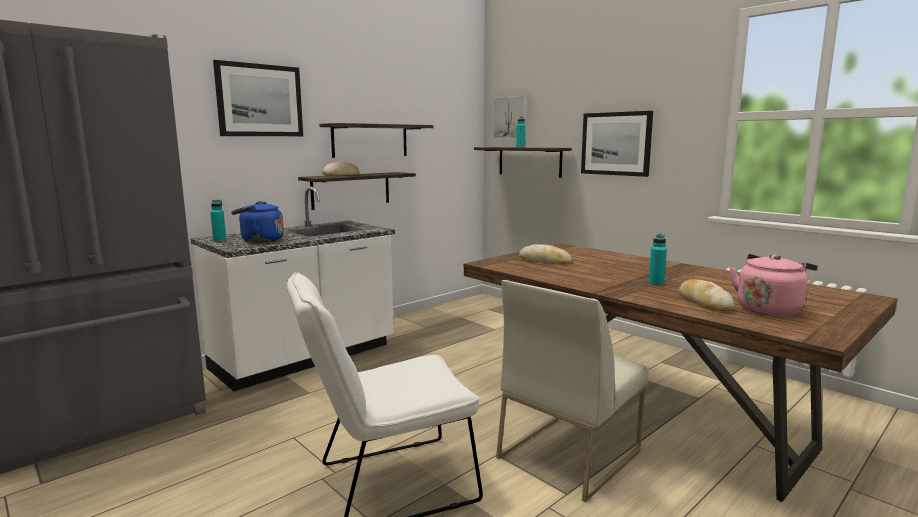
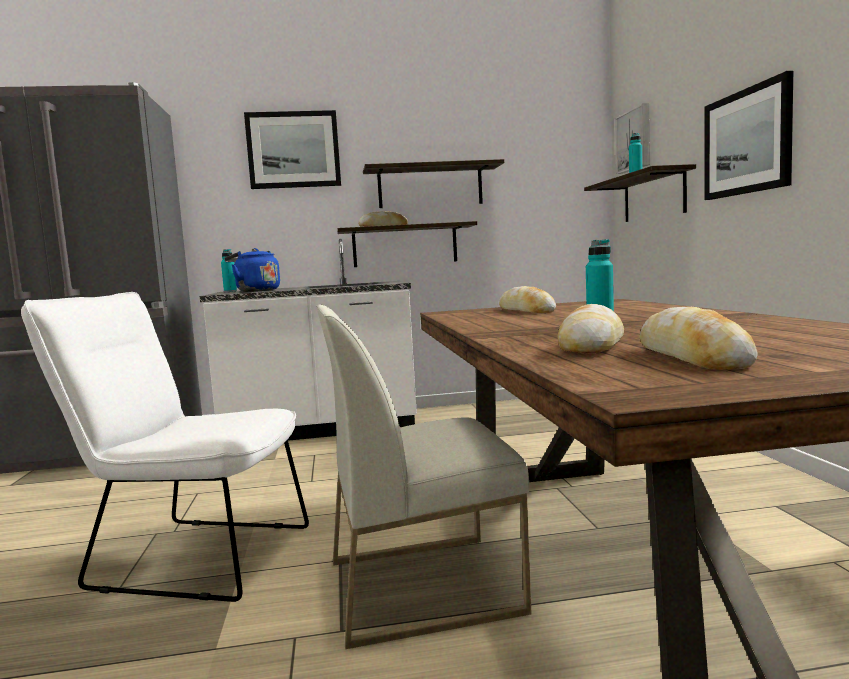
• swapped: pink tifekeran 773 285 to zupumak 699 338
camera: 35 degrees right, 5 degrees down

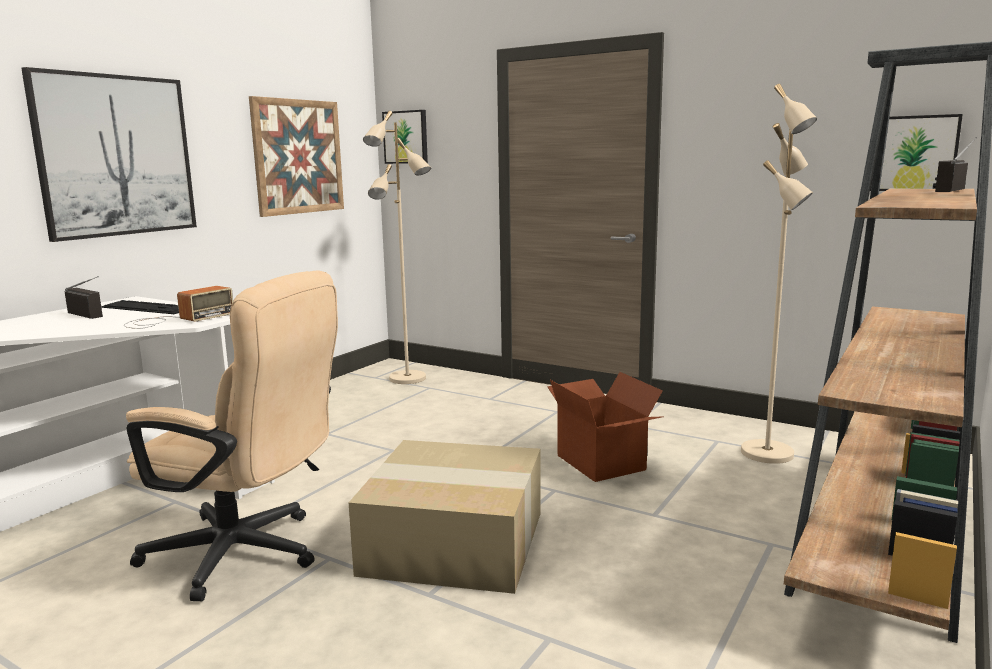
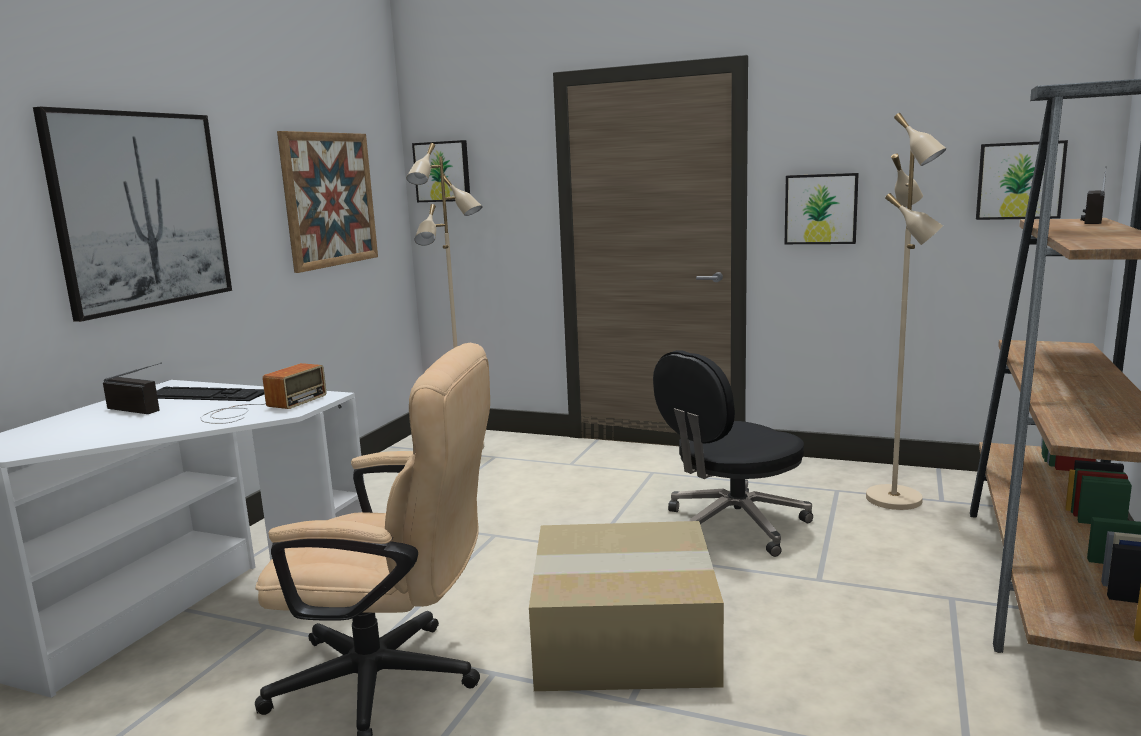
• new: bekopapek 822 208
• swapped: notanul 605 427 to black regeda 733 453
camera: 10 degrees left, 0 degrees up

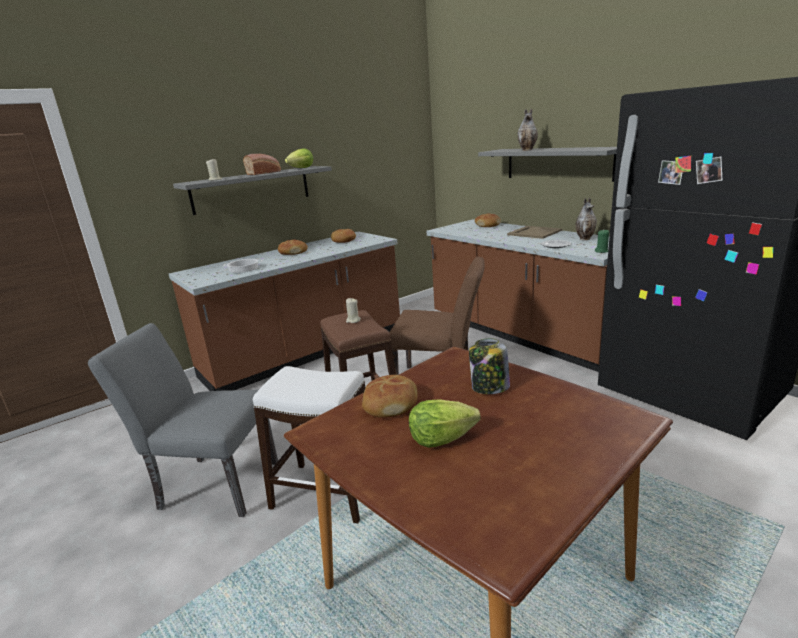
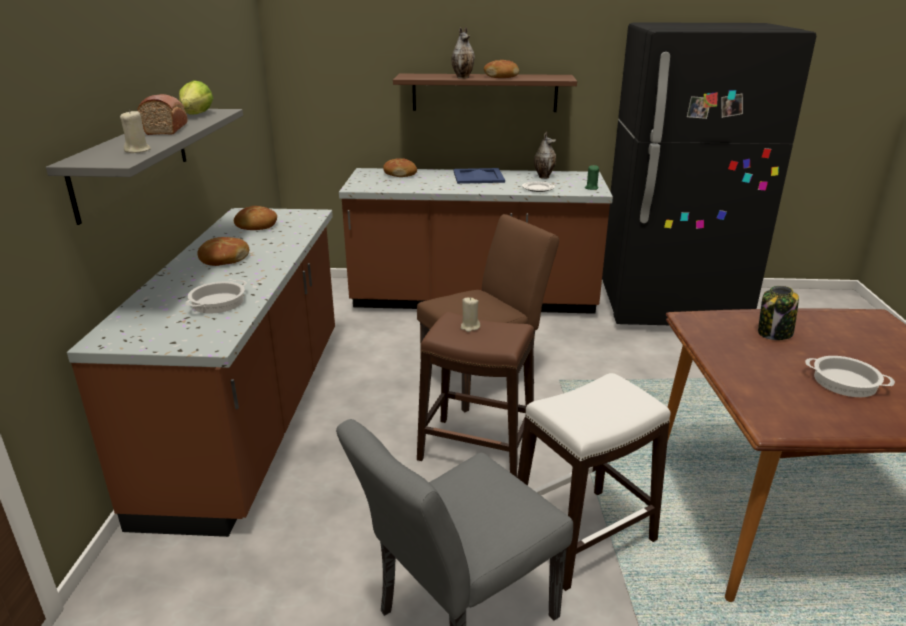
• shifted: zupumak 390 396 to 501 69
• swapped: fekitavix 445 423 to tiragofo 850 376
• repainted: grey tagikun 547 164 to brown tagikun 485 93
• repainted: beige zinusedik 534 232 to blue zinusedik 479 176
camera: 50 degrees left, 5 degrees up

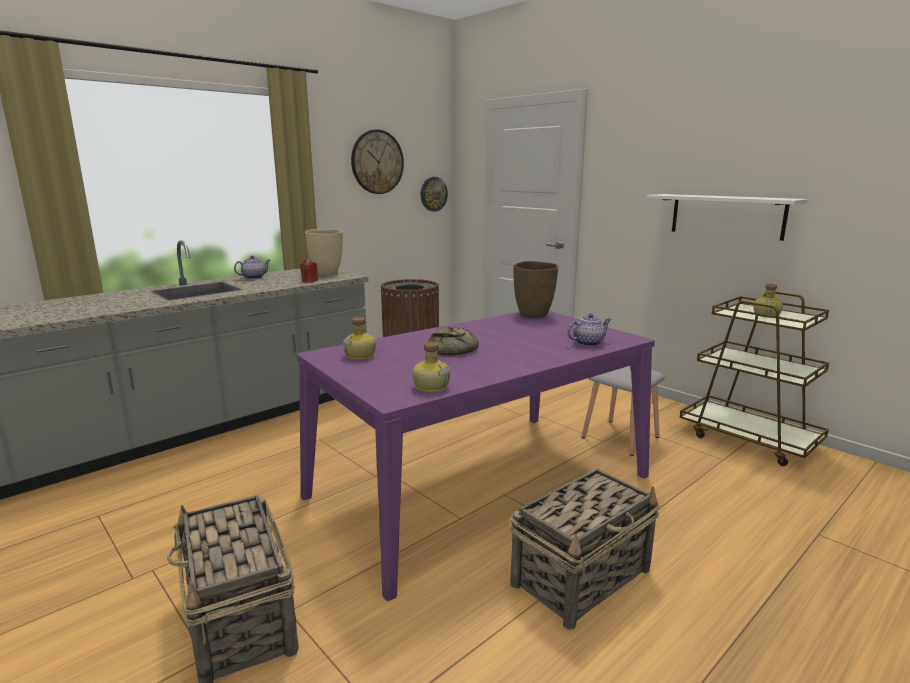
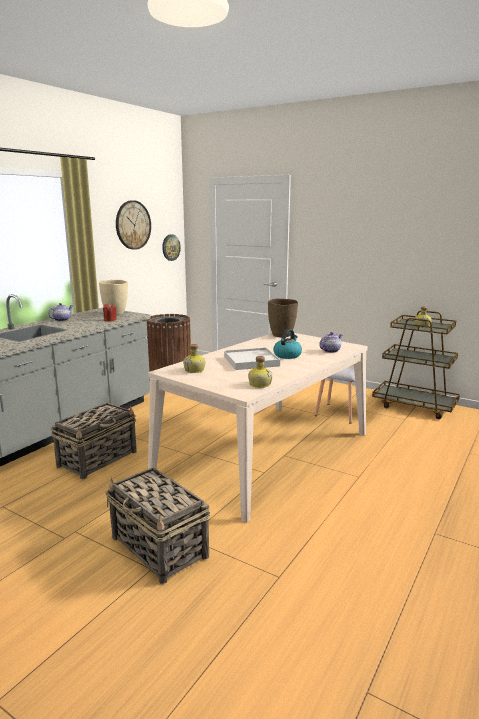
• gone: white tagikun 727 217
• new: tifekeran 287 344
• shifted: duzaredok 585 549 to 94 440
• swapped: zupumak 453 340 to white zinusedik 252 359
• repainted: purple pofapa 476 456 to beige pofapa 258 428
camera: 15 degrees left, 0 degrees up

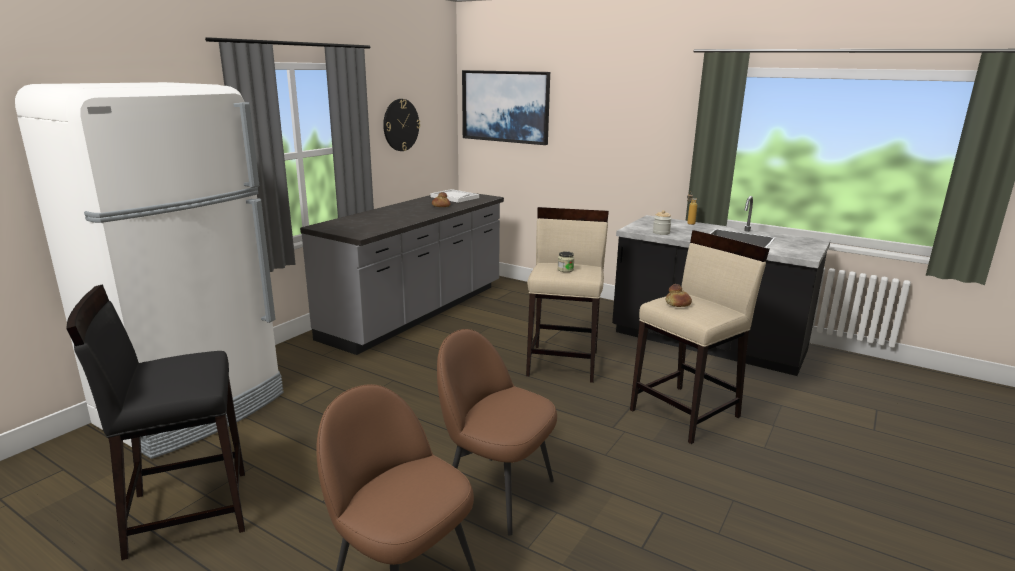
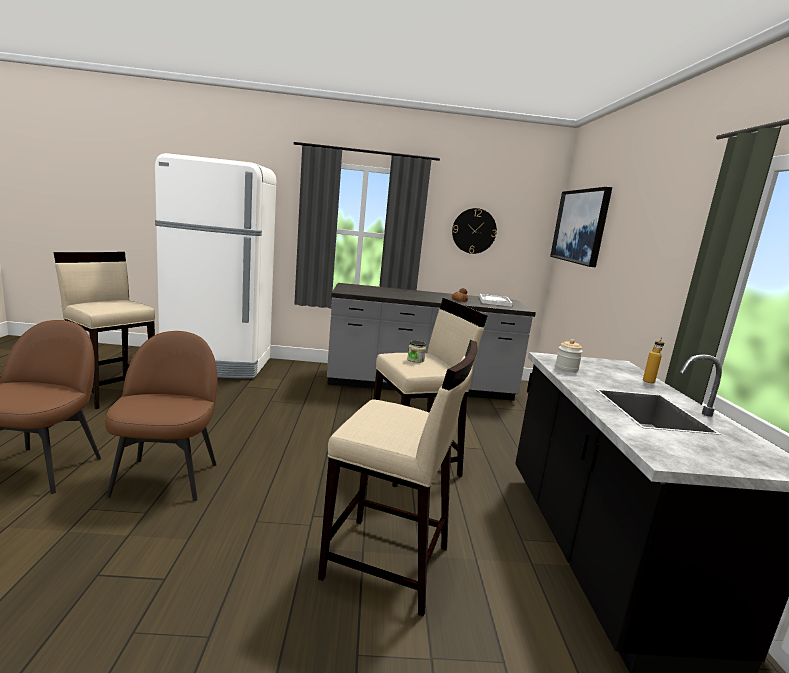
• gone: zupumak 679 295
• repainted: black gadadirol 155 422 to beige gadadirol 104 330
camera: 55 degrees right, 5 degrees down

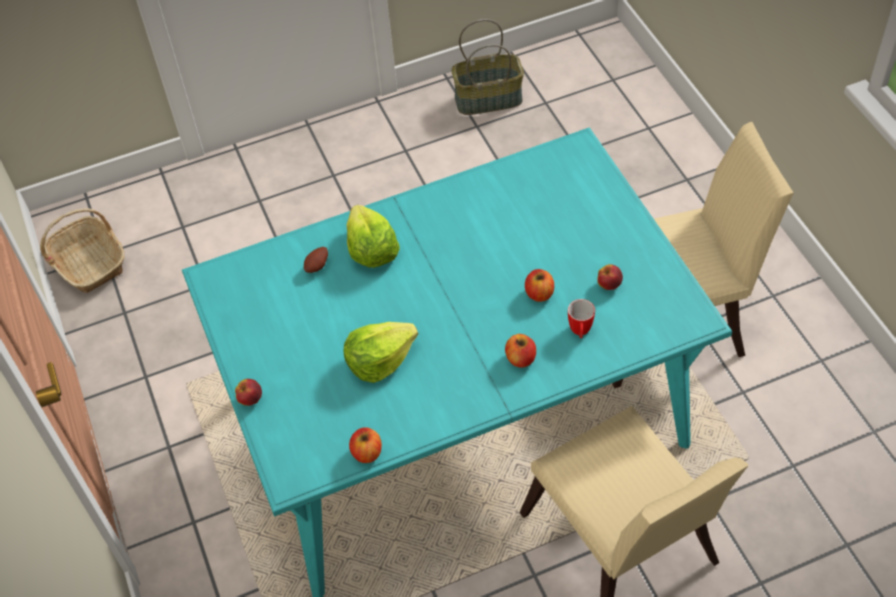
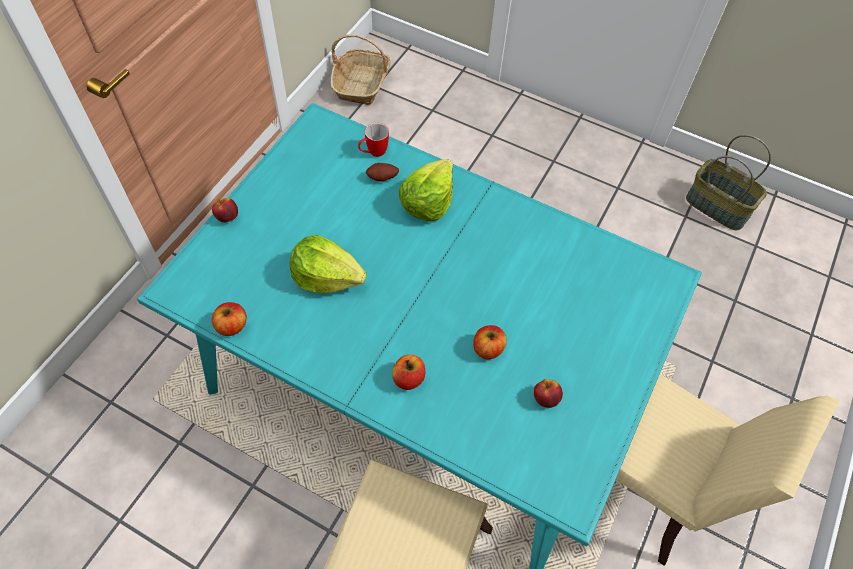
• shifted: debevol 581 318 to 373 140
camera: 45 degrees right, 5 degrees up

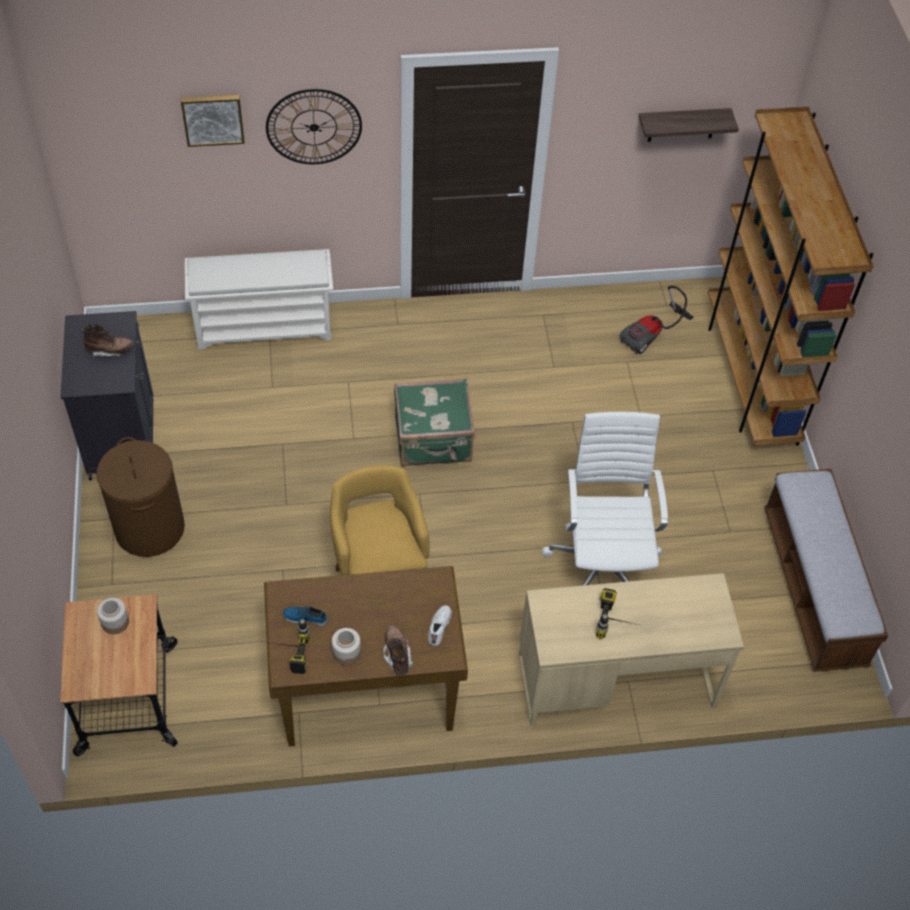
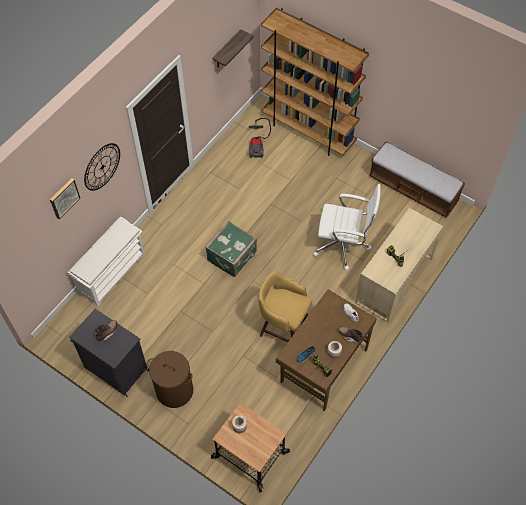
• rotated: white regeda 605 498 = 347 227 150 degrees clockwise
camera: 45 degrees left, 5 degrees up

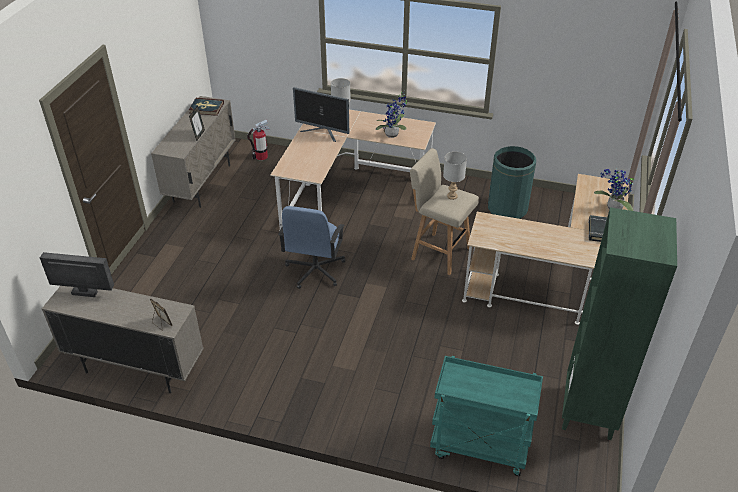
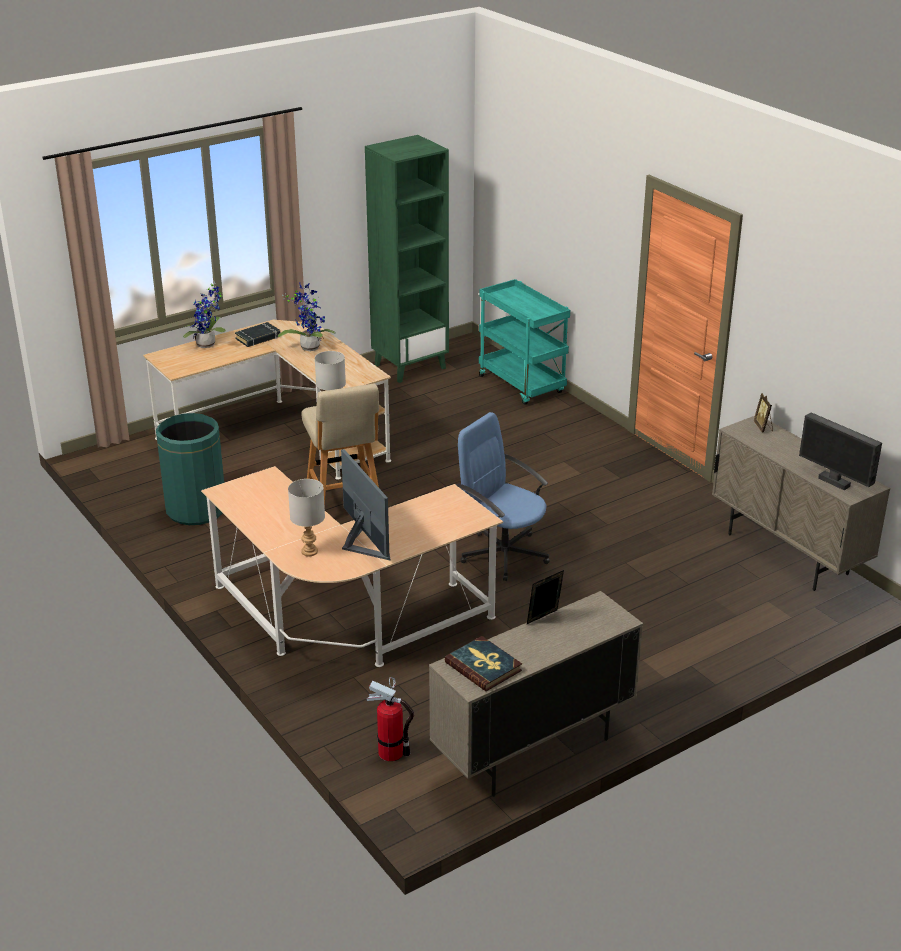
• shifted: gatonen 391 115 to 307 317
• rotated: blue regeda 311 247 = 503 496 105 degrees counterclockwise
camera: 140 degrees left, 10 degrees down

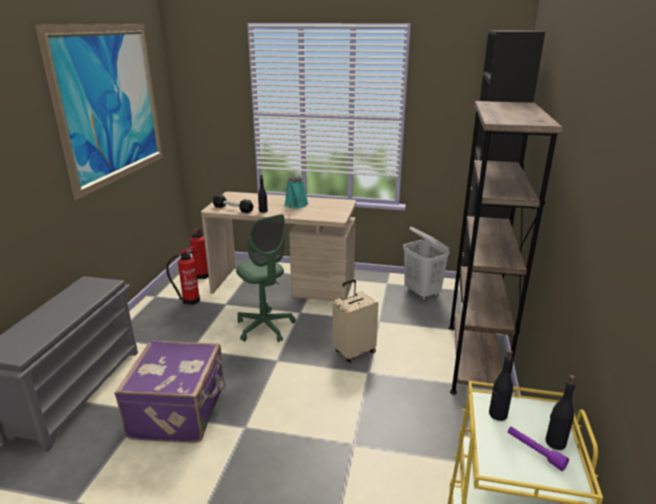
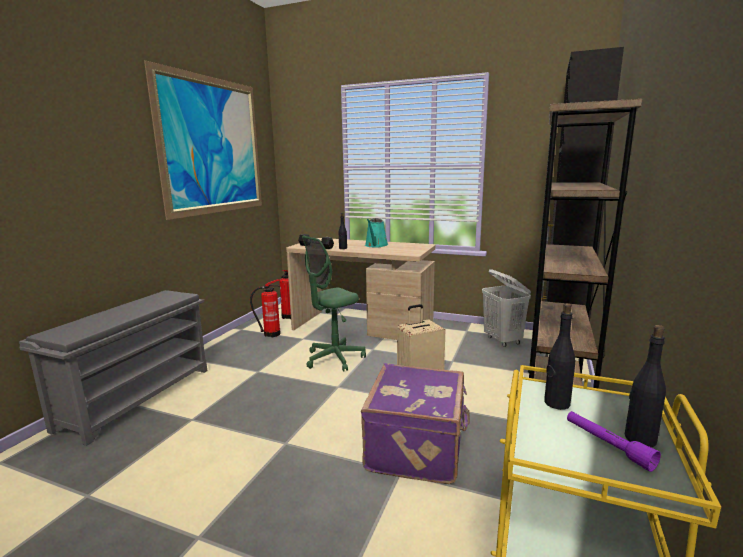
• shifted: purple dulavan 170 391 to 415 423
• rotated: green regeda 266 278 = 334 304 75 degrees clockwise
camera: 10 degrees right, 10 degrees down

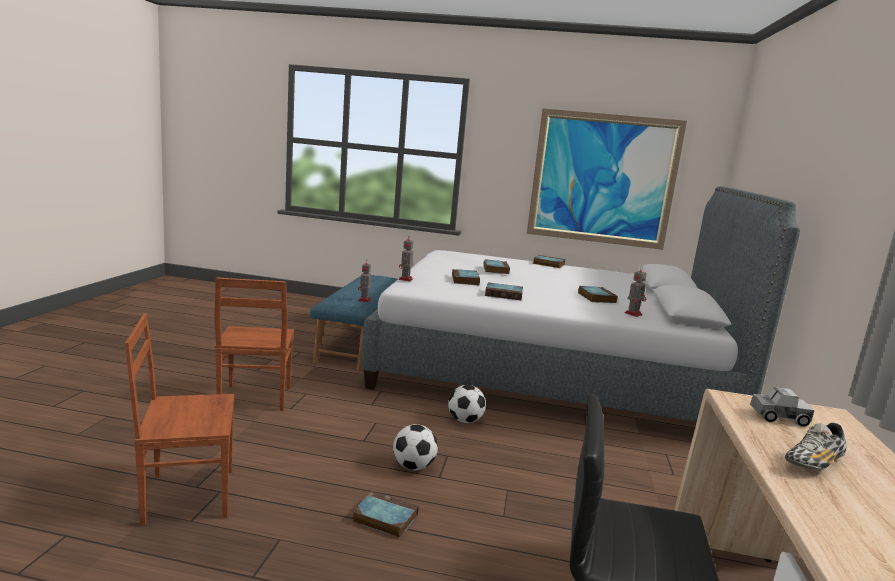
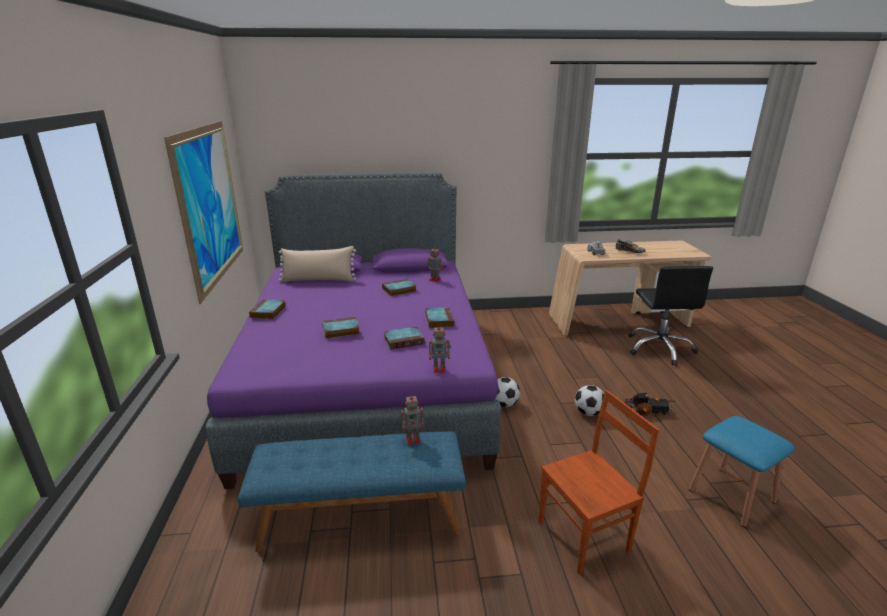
• new: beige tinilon 317 264
• swapped: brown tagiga 179 419 to blue gadadirol 741 471
• swapped: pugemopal 385 514 to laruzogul 650 404
• repainted: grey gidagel 580 304 to purple gidagel 353 330
camera: 105 degrees left, 10 degrees up

